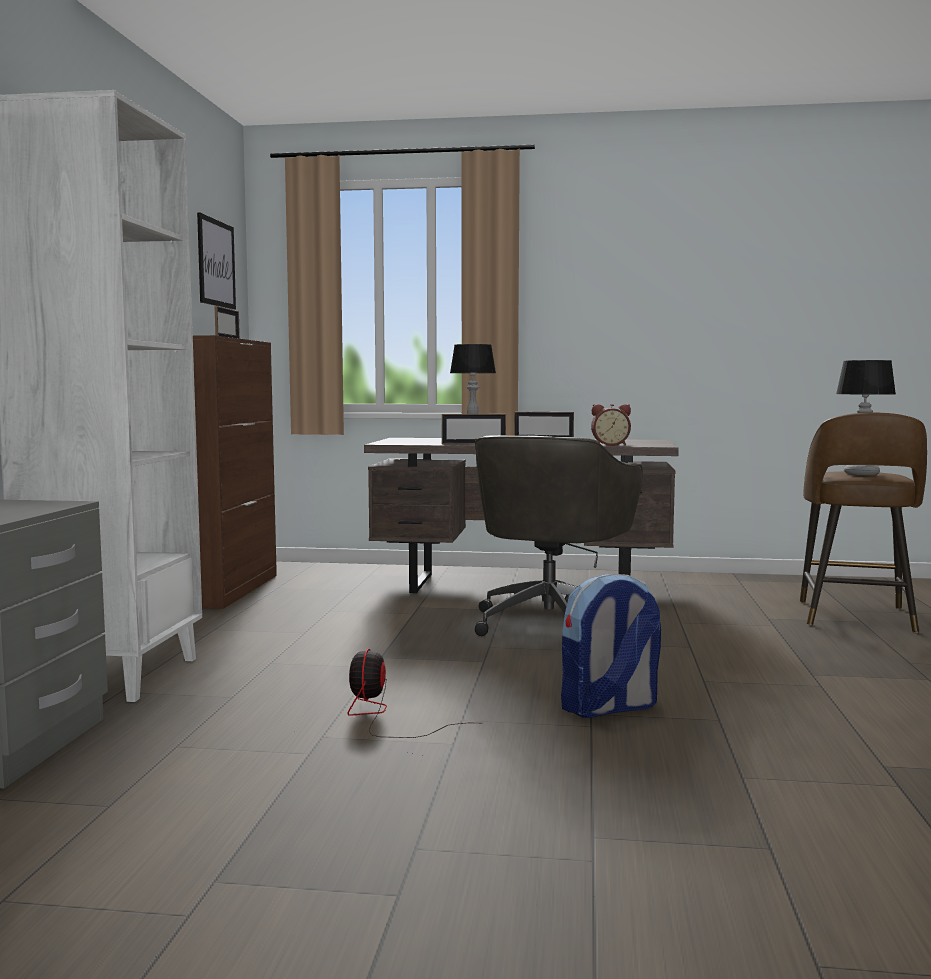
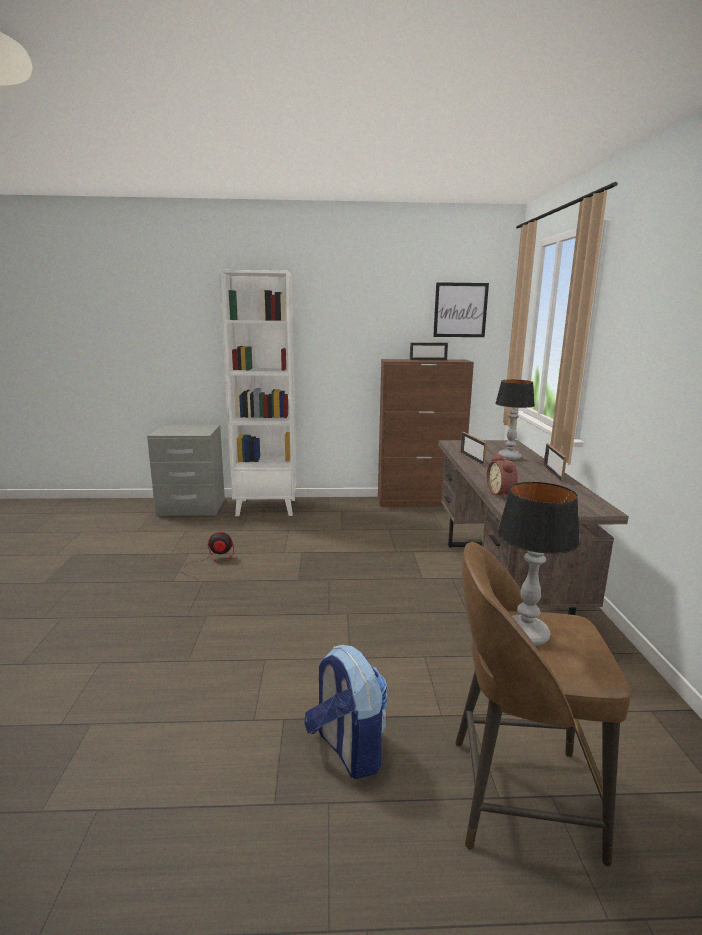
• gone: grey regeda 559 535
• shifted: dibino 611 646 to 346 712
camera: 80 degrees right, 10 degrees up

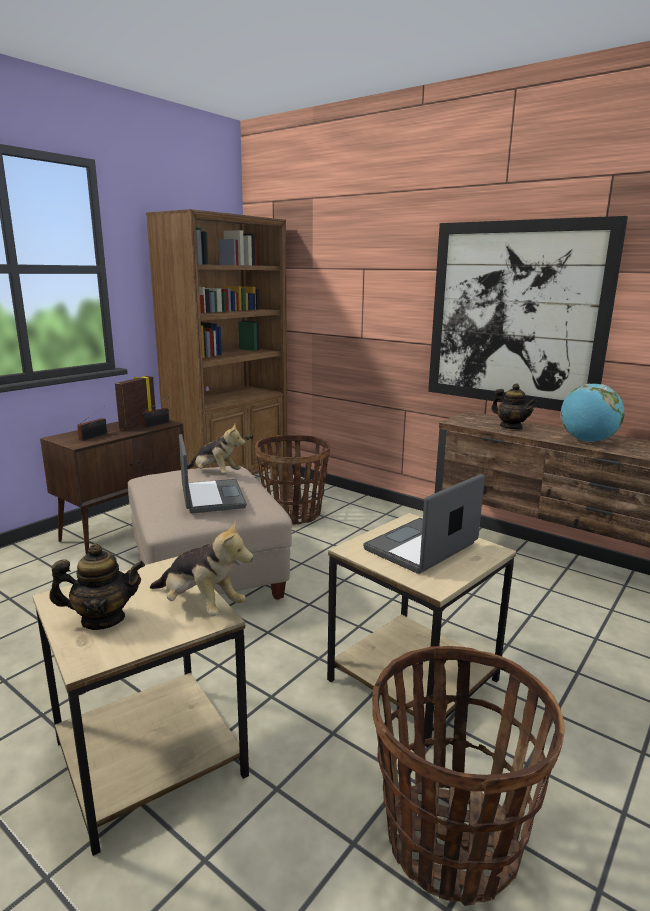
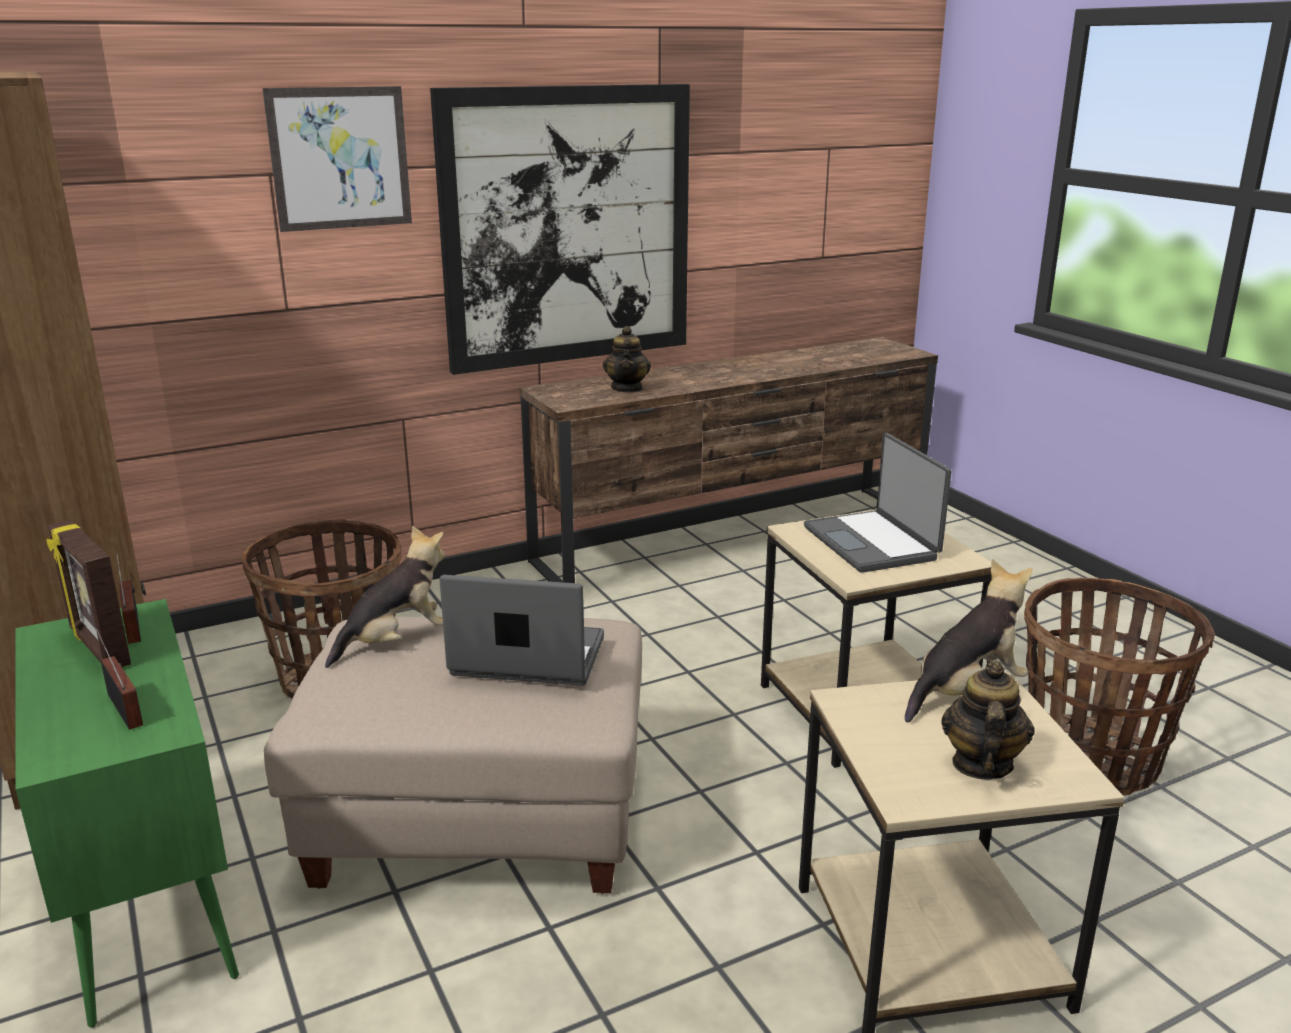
• gone: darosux 593 413
• new: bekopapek 337 159
• repainted: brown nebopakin 112 487 to green nebopakin 127 813
• rotated: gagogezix 514 406 = 627 359 105 degrees clockwise
camera: 65 degrees left, 5 degrees up

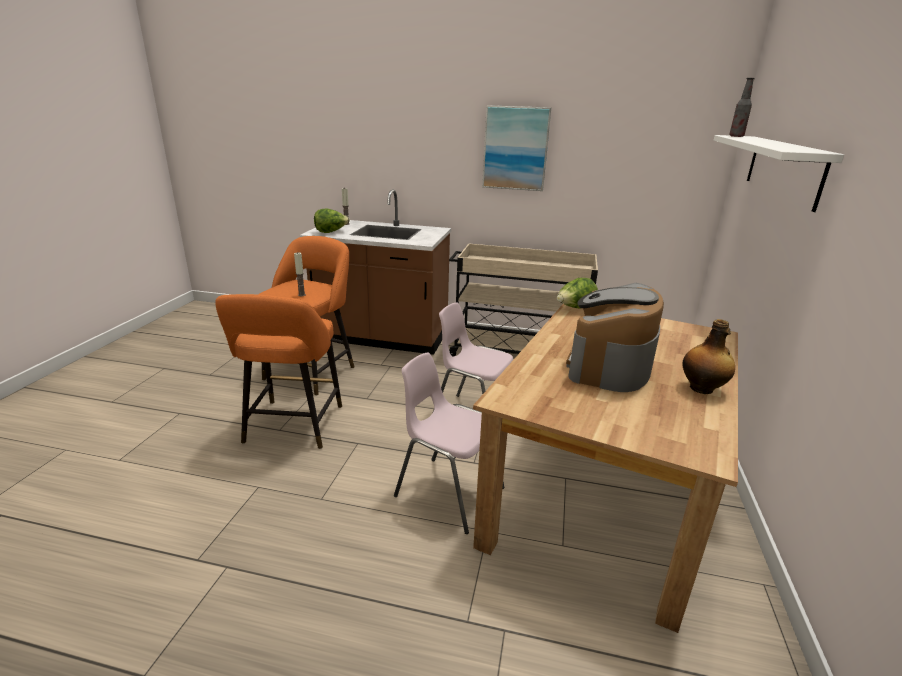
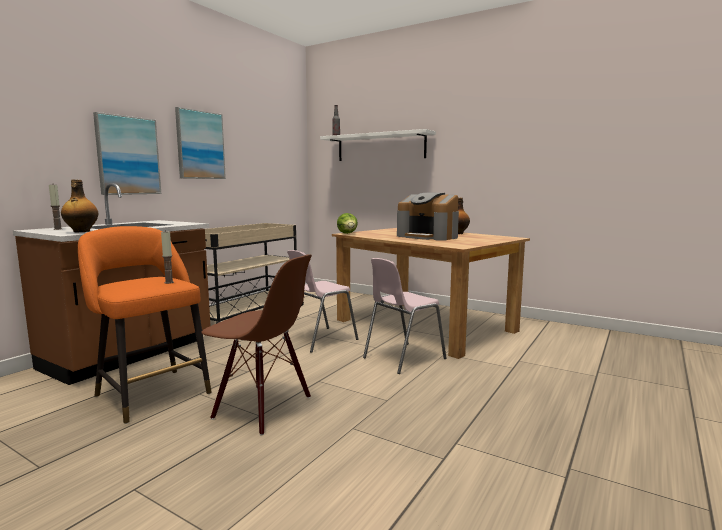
• new: bekopapek 127 153
• swapped: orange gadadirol 278 371 to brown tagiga 256 345
• swapped: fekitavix 332 220 to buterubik 79 206
camera: 70 degrees left, 15 degrees down

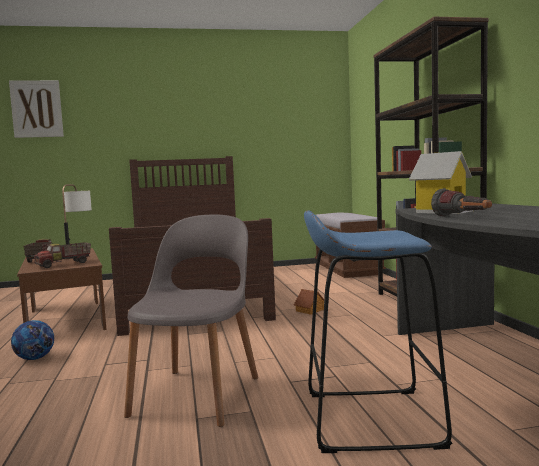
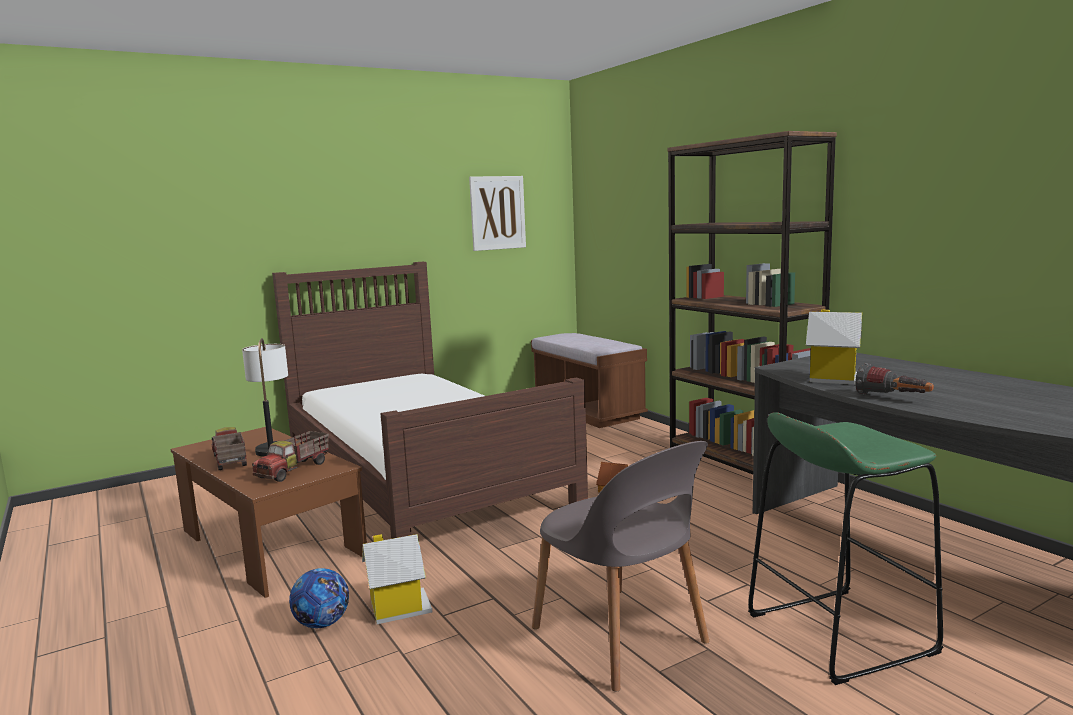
• new: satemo 397 579
• shifted: bekopapek 36 109 to 497 213
• repainted: blue gadadirol 378 331 to green gadadirol 845 548
• rotated: grey tagiga 191 320 = 620 566 150 degrees clockwise
camera: 20 degrees left, 5 degrees up

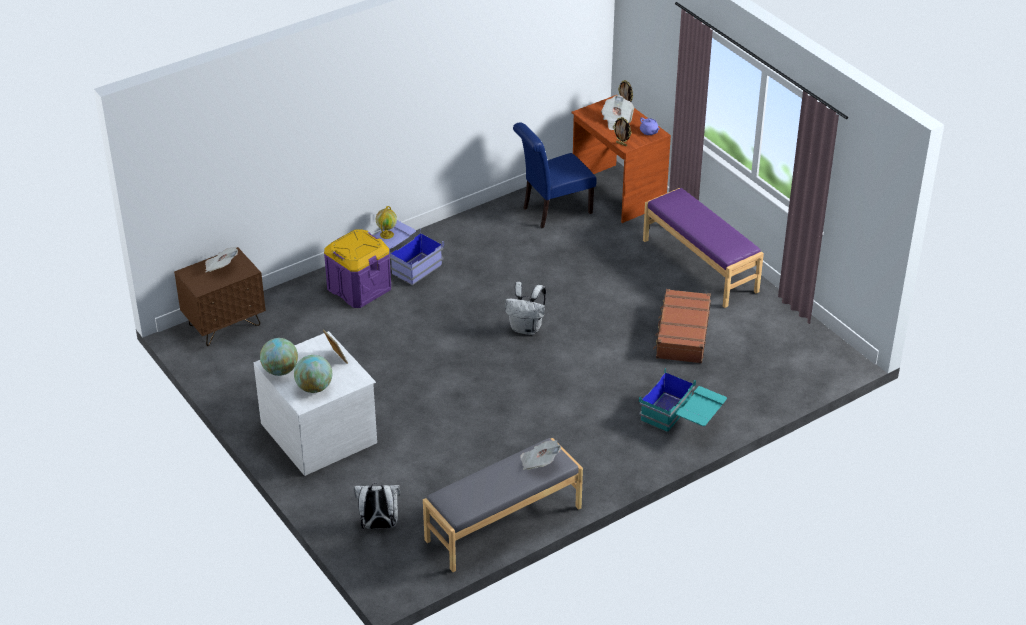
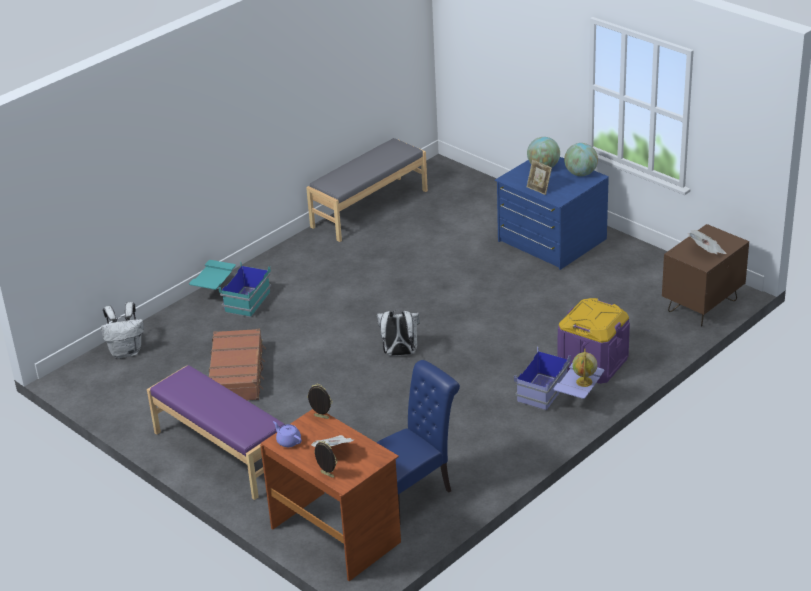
• gone: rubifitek 541 455
• shifted: white dibino 377 506 to 122 330
• repainted: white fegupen 315 403 to blue fegupen 552 213
camera: 170 degrees right, 5 degrees down

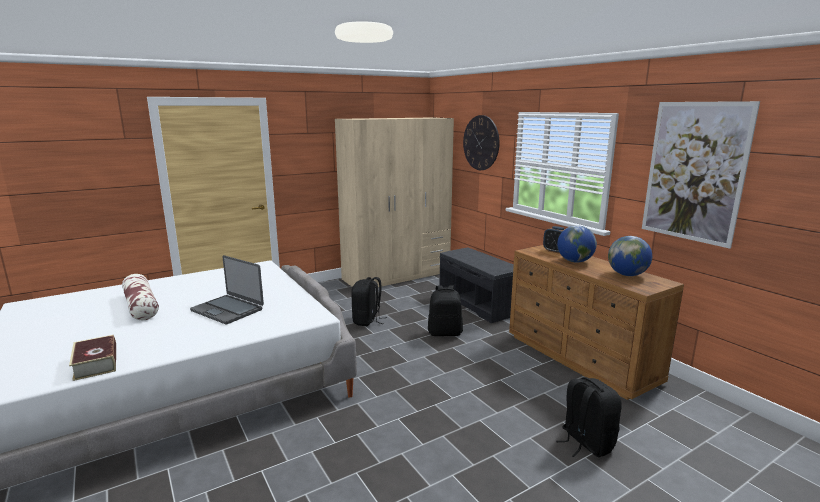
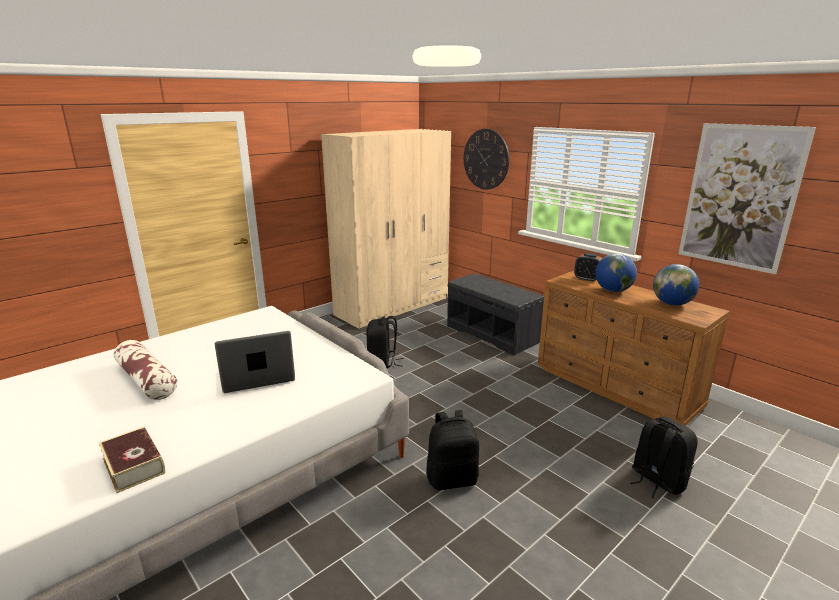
• shifted: black dibino 445 310 to 452 450
• rotated: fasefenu 227 290 = 255 362 135 degrees clockwise
camera: 10 degrees left, 5 degrees up

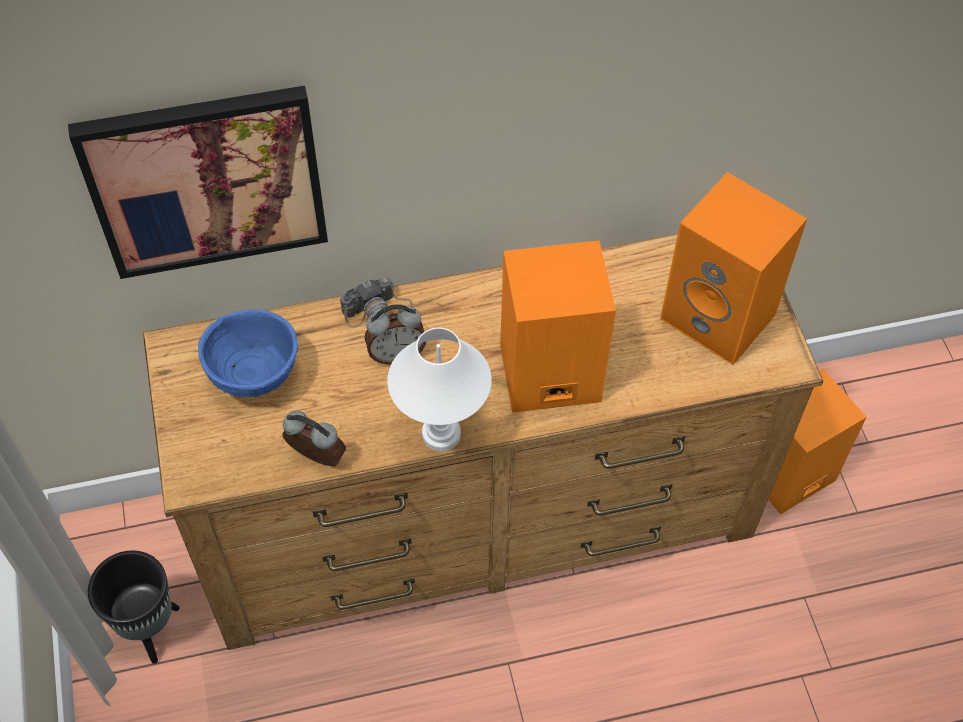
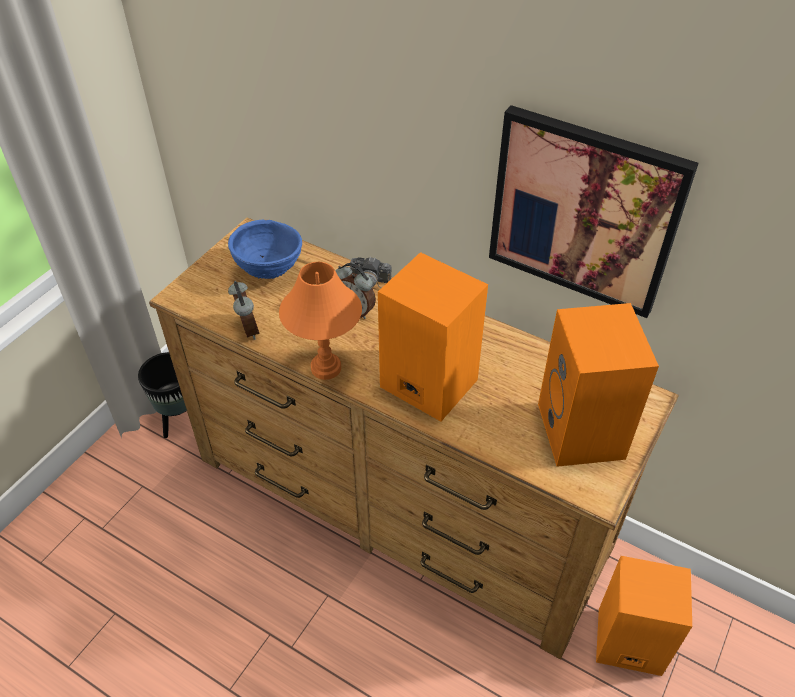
• shifted: bekopapek 198 182 to 594 211
• repainted: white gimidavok 439 390 to orange gimidavok 320 321
camera: 45 degrees right, 10 degrees down

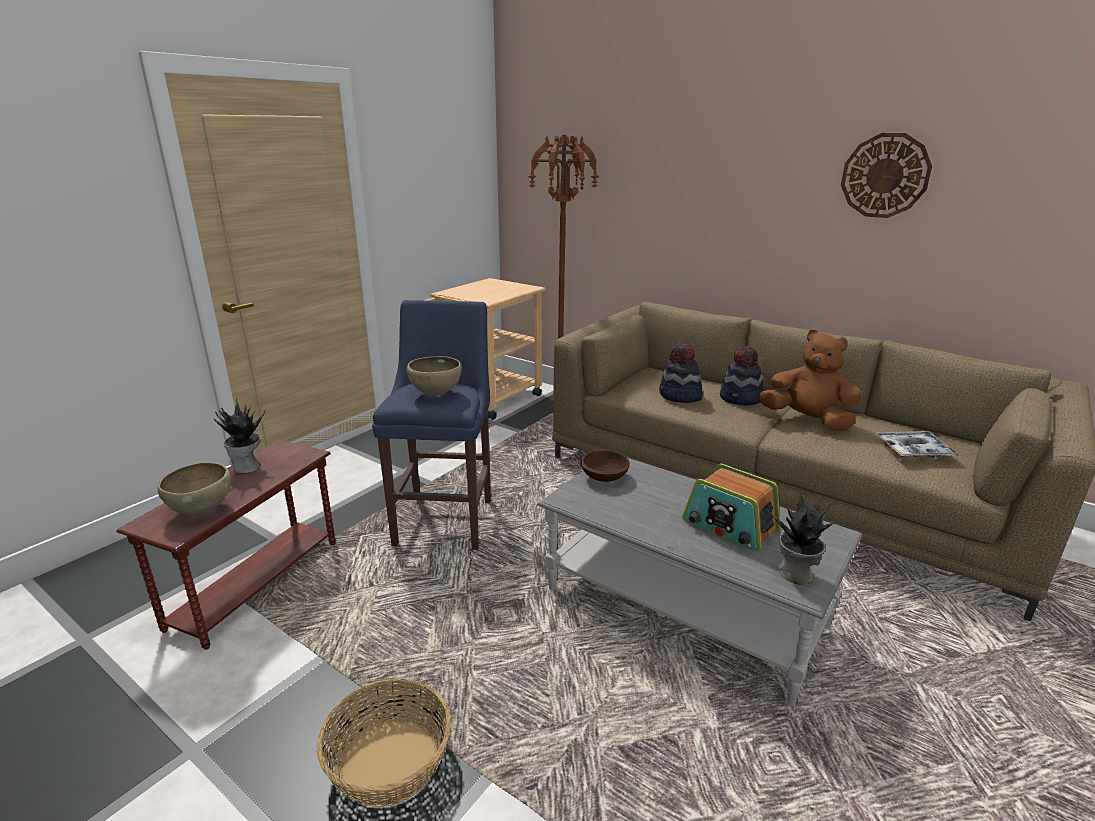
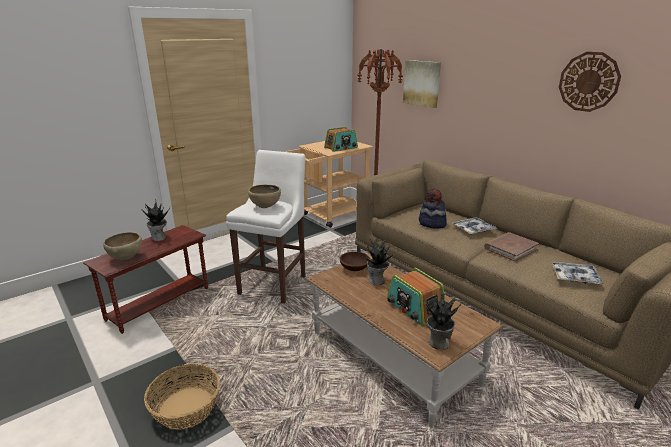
• new: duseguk 341 139
• new: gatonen 378 261
• new: bekopapek 422 84
• swapped: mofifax 742 375 to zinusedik 475 225
• swapped: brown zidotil 810 380 to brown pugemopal 511 247
• repainted: blue gadadirol 431 425 to white gadadirol 266 227
• repainted: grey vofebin 700 581 to brown vofebin 404 341
camera: 15 degrees right, 0 degrees up

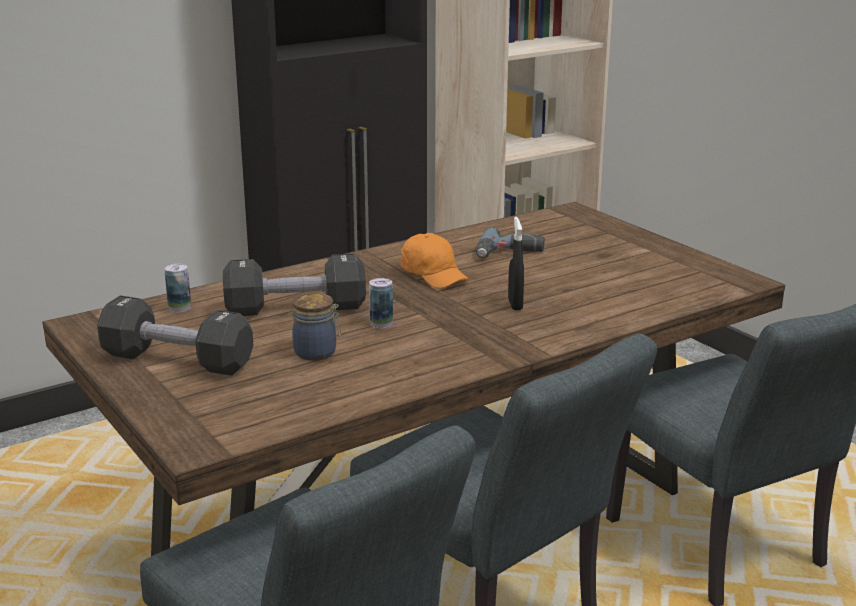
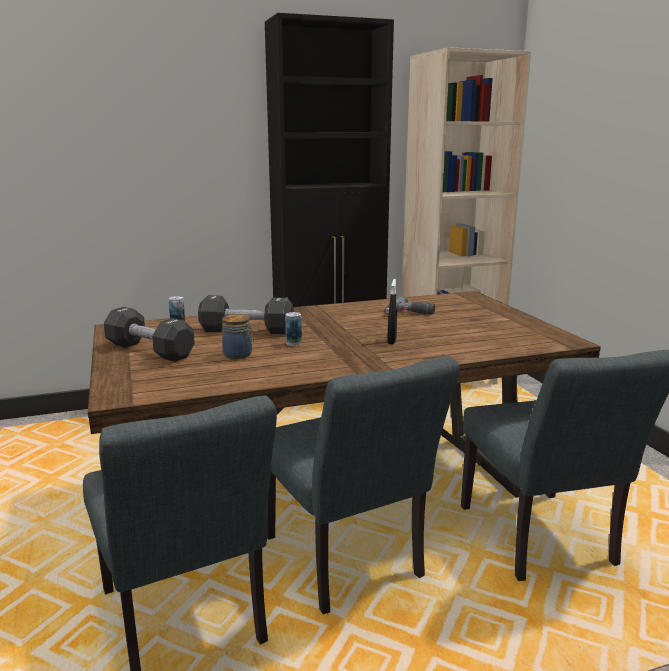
• gone: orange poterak 434 261
camera: 15 degrees right, 5 degrees down

